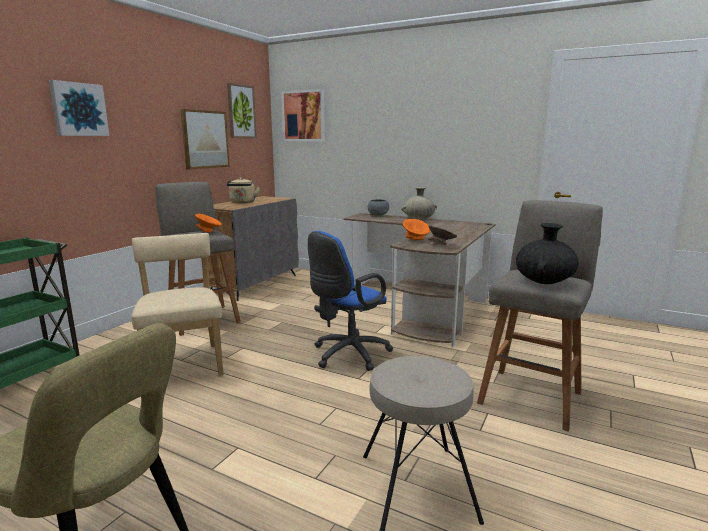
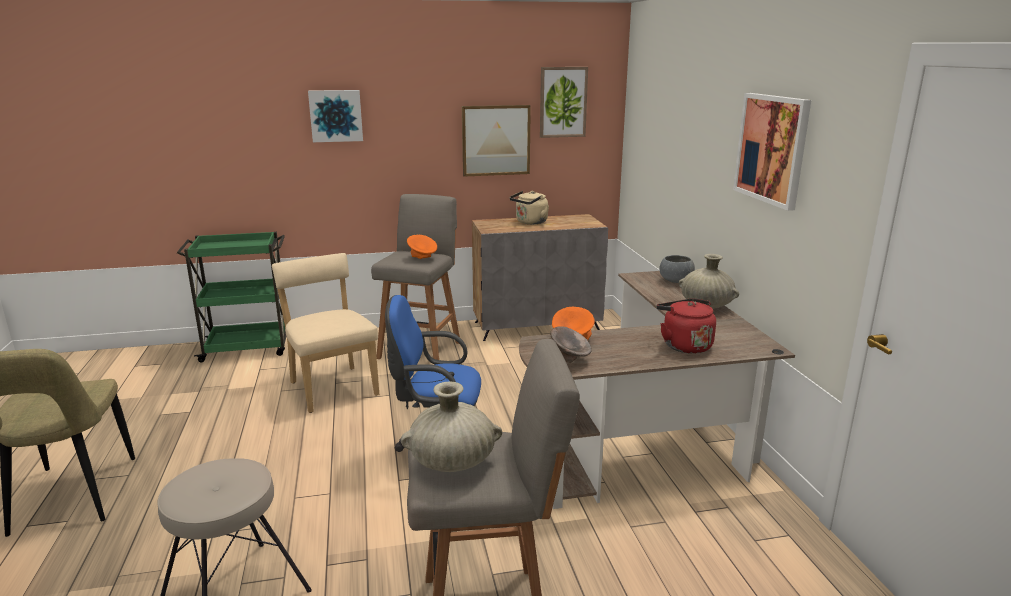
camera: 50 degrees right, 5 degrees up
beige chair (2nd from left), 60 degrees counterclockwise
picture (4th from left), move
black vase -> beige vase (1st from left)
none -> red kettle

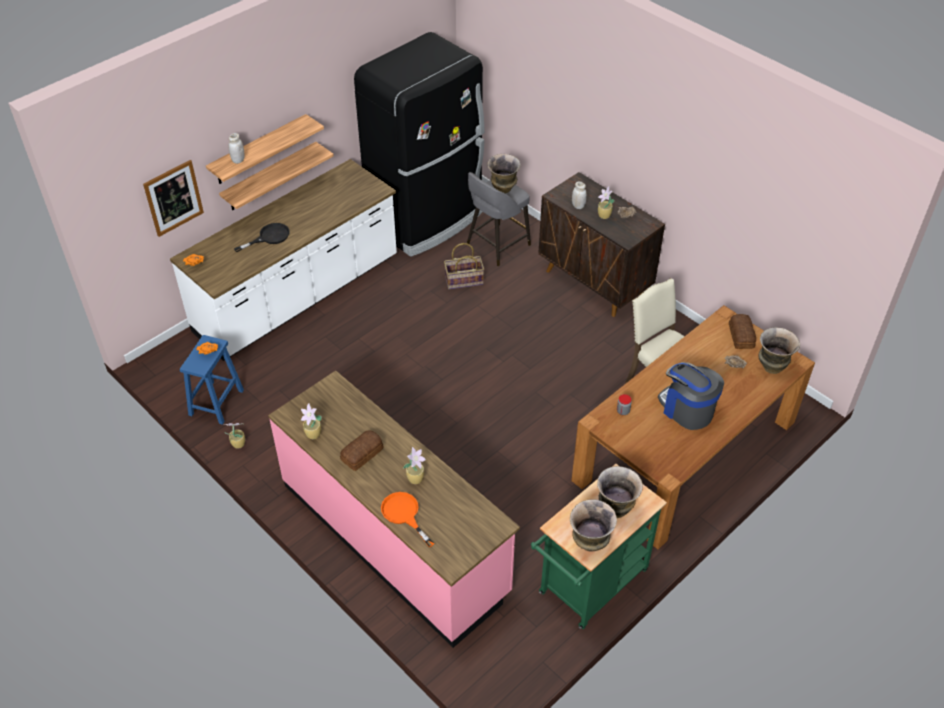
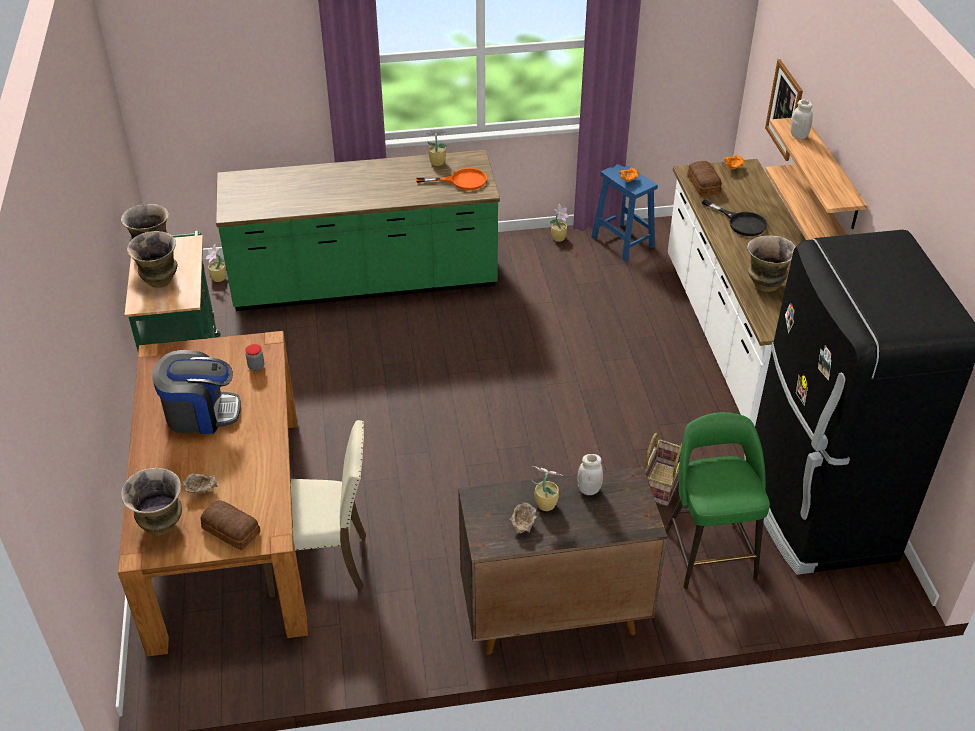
camera: 125 degrees right, 5 degrees down
black frying pan, 45 degrees counterclockwise
pink counter -> green counter
bread (1st from left in the first image) -> bread (2nd from left), move
orange frying pan, move
potted plant (3rd from left in the first image) -> potted plant (1st from left), move
grey stool -> green stool
vase (1st from left in the first image) -> vase (4th from left), move

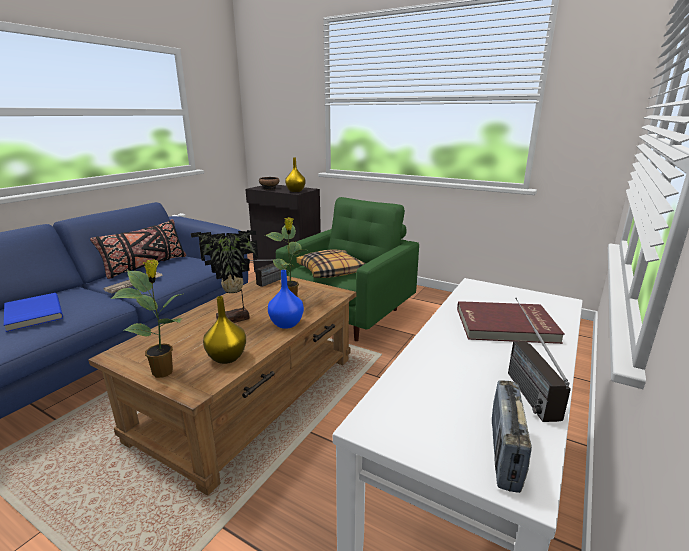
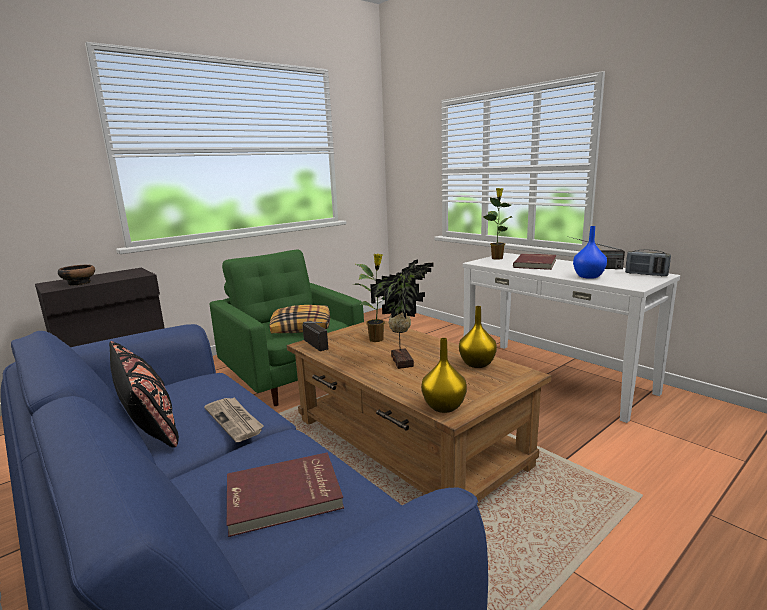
camera: 70 degrees left, 5 degrees down
blue book -> red book (1st from left)
potted plant (1st from left in the first image) -> potted plant (3rd from left), move
blue vase, move
yellow vase (2nd from left in the first image) -> yellow vase (1st from left), move

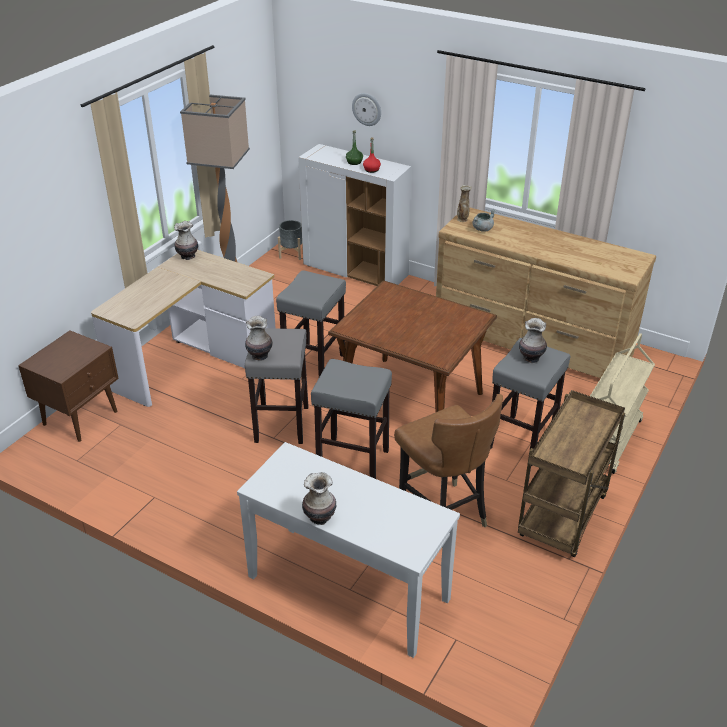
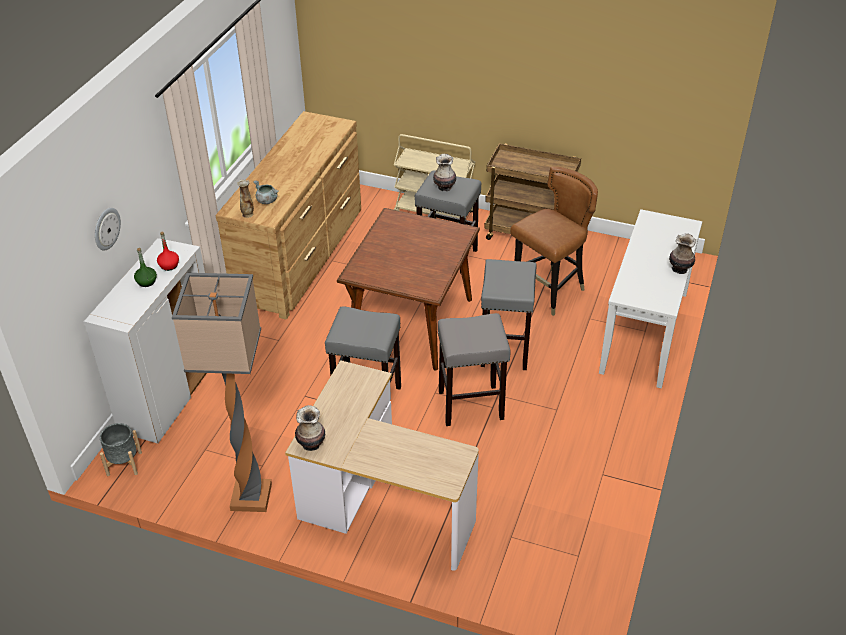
camera: 100 degrees left, 5 degrees up
brown nightstand -> none
vase (2nd from left) -> none

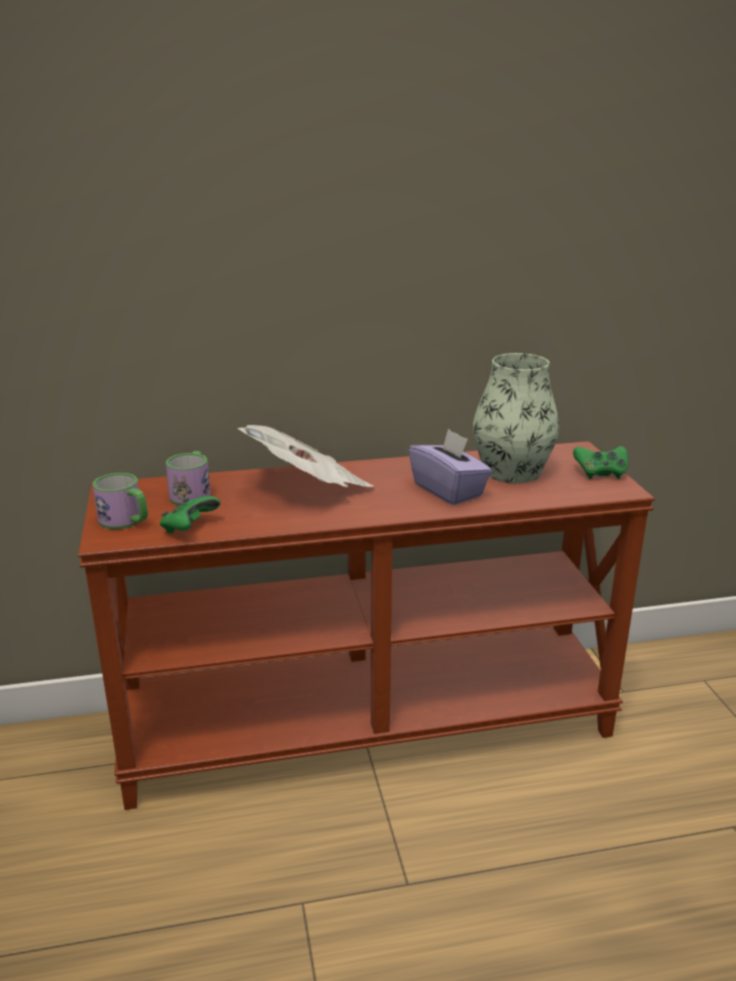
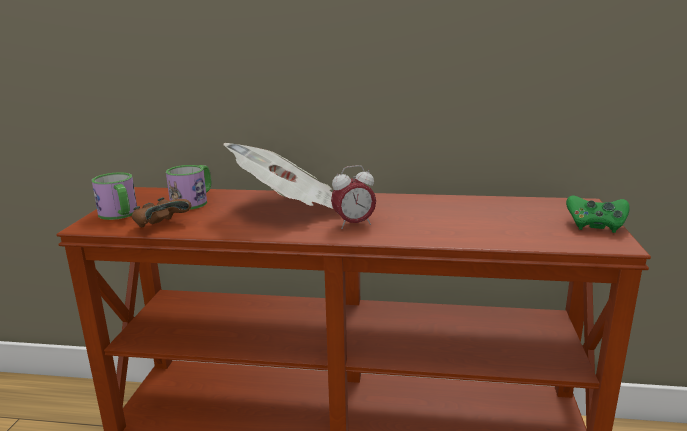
camera: 20 degrees right, 5 degrees down
green game controller (1st from left) -> brown game controller
purple tissue box -> none
vase -> none
none -> alarm clock

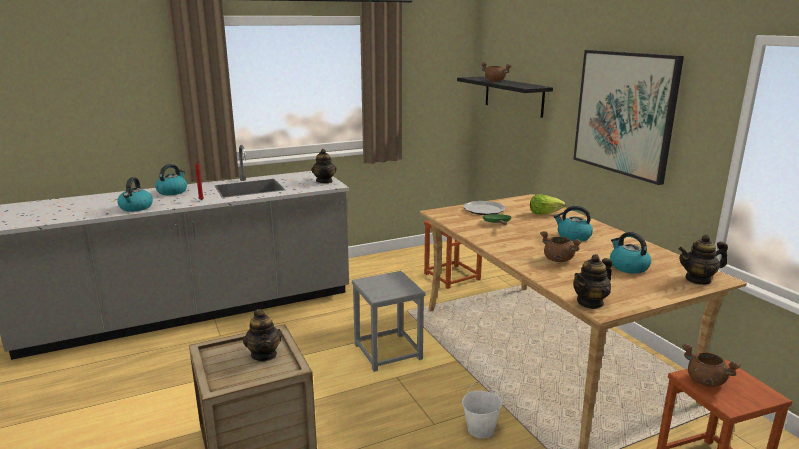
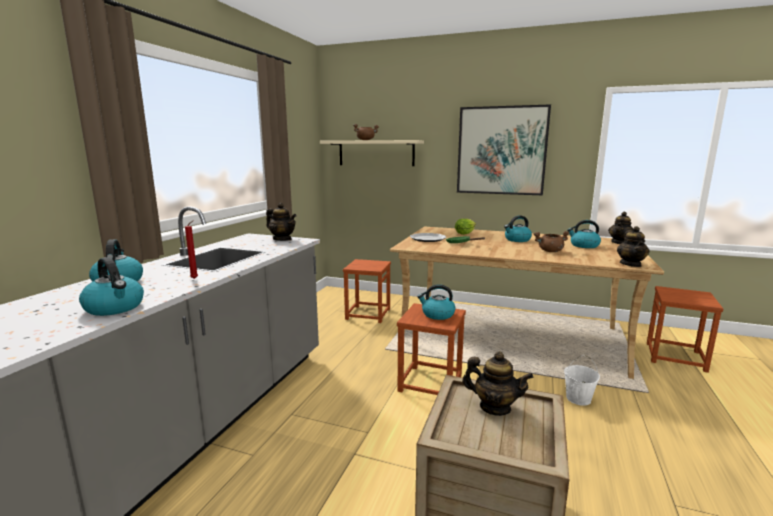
camera: 45 degrees left, 5 degrees down
grey stool -> brown stool (2nd from left)
black shelf -> beige shelf
brown cooking pot (3rd from left) -> none
none -> kettle (3rd from left)

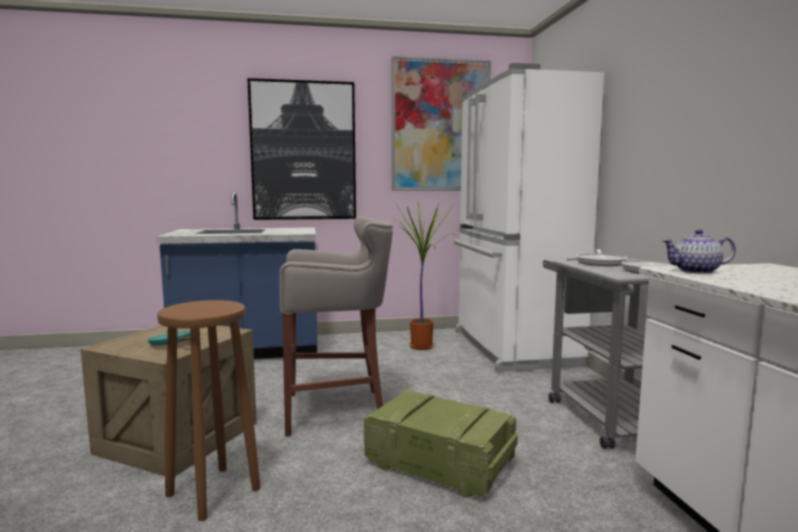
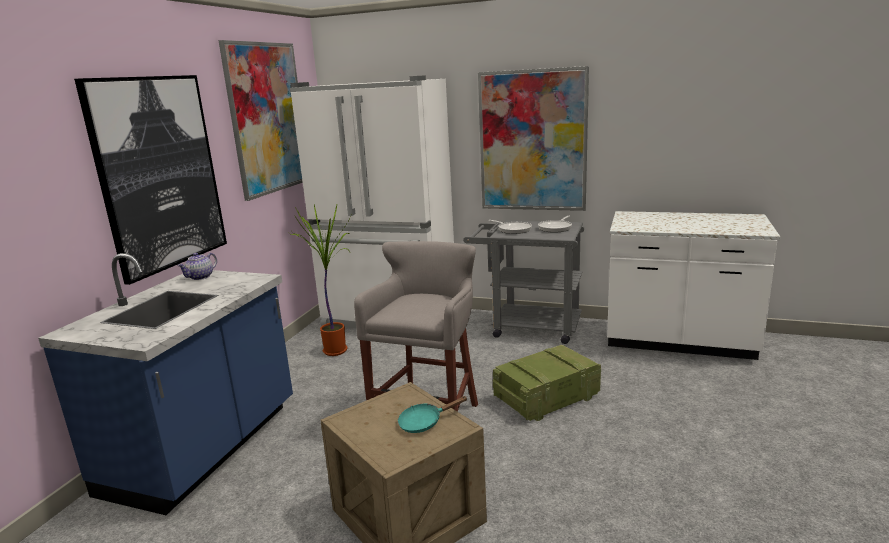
camera: 60 degrees left, 10 degrees up
brown stool -> none
teapot, move
none -> picture (3rd from left)

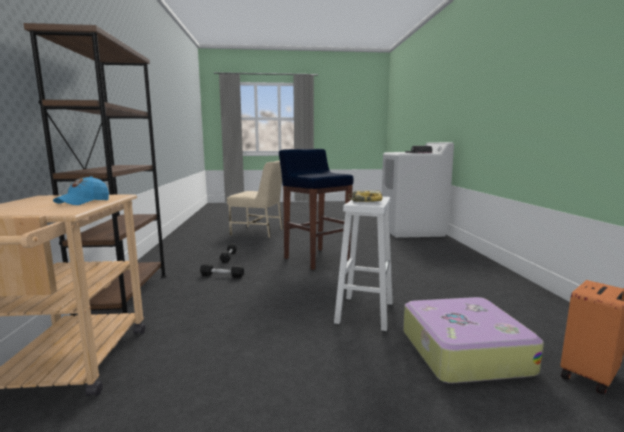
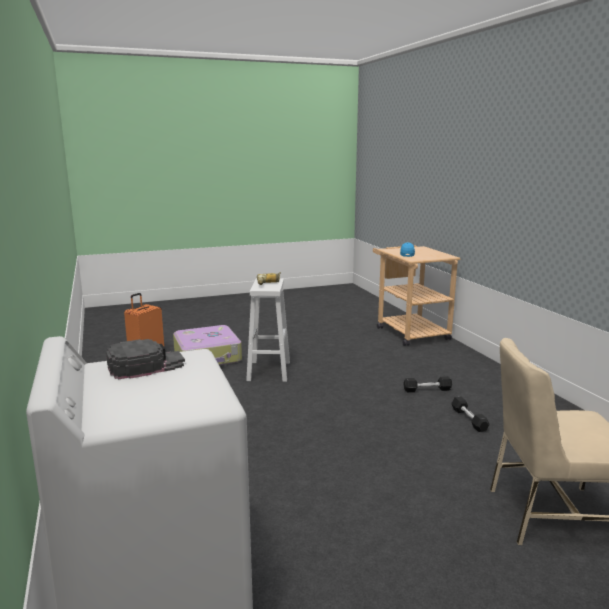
camera: 165 degrees right, 5 degrees up
brown bookcase -> none
blue stool -> none

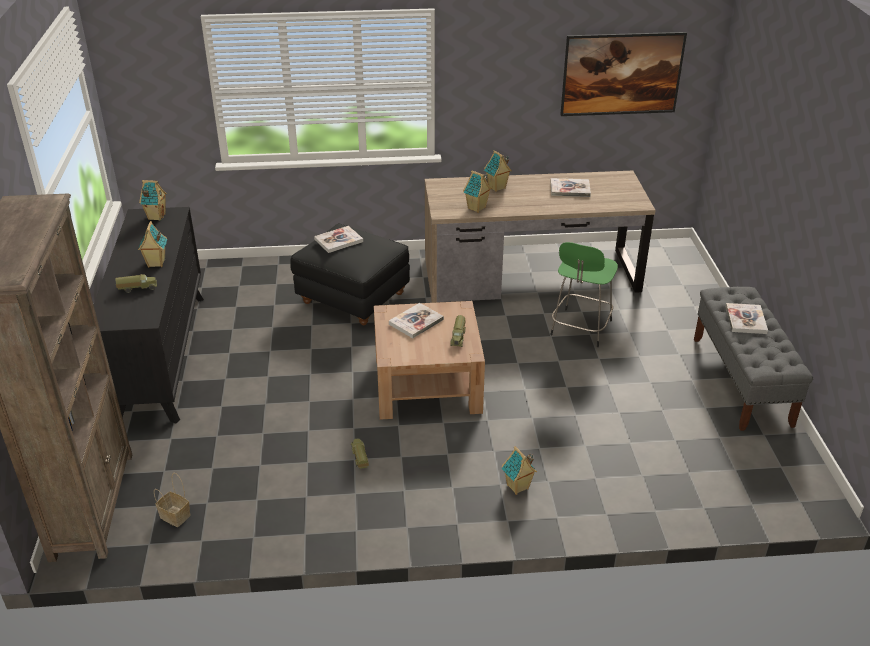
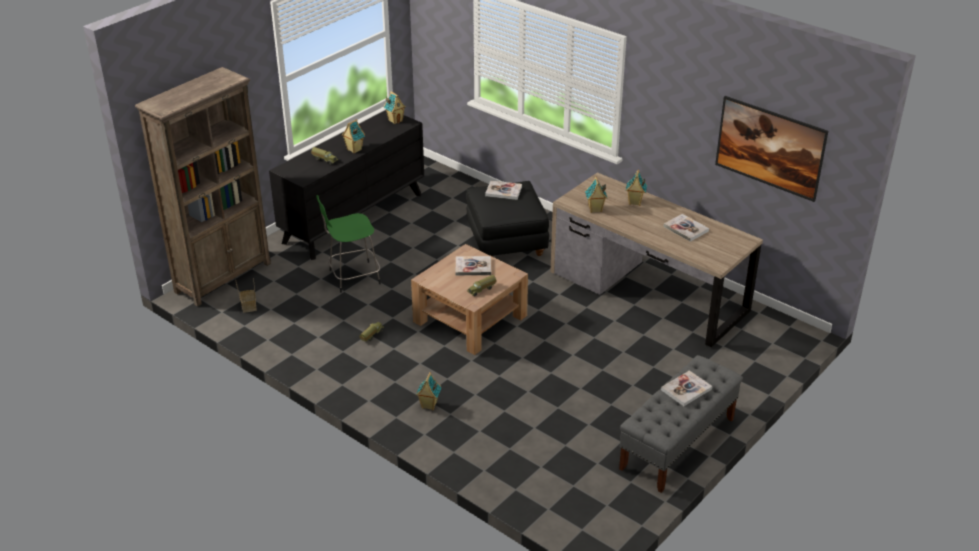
camera: 45 degrees right, 0 degrees up
green stool, move

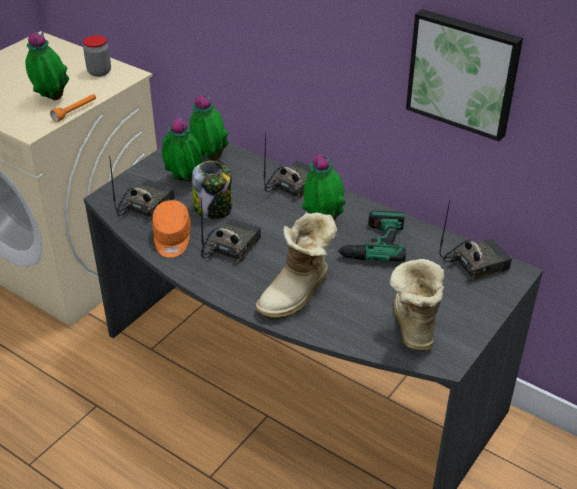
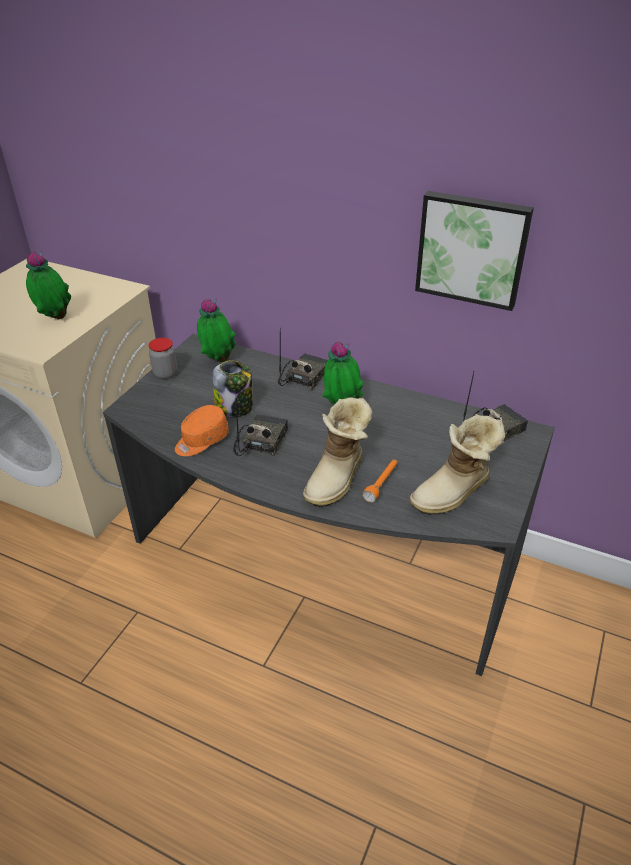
camera: 10 degrees left, 0 degrees up
orange flashlight, move
jar (1st from left), move
radio (1st from left) -> none
orange cap, 60 degrees clockwise
potted plant (2nd from left) -> none
power drill -> none
boot (2nd from left), 120 degrees counterclockwise

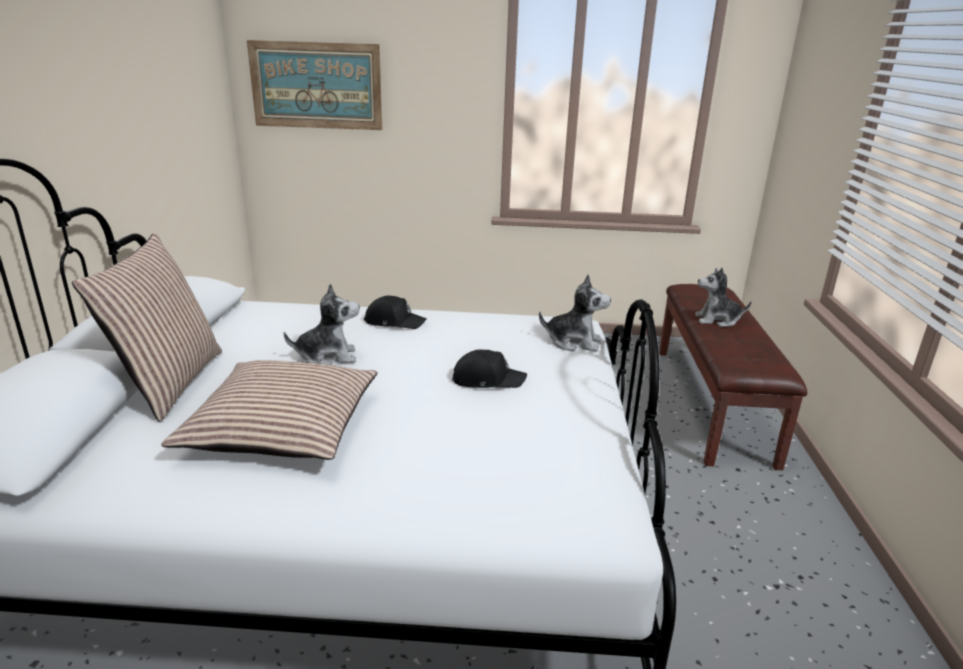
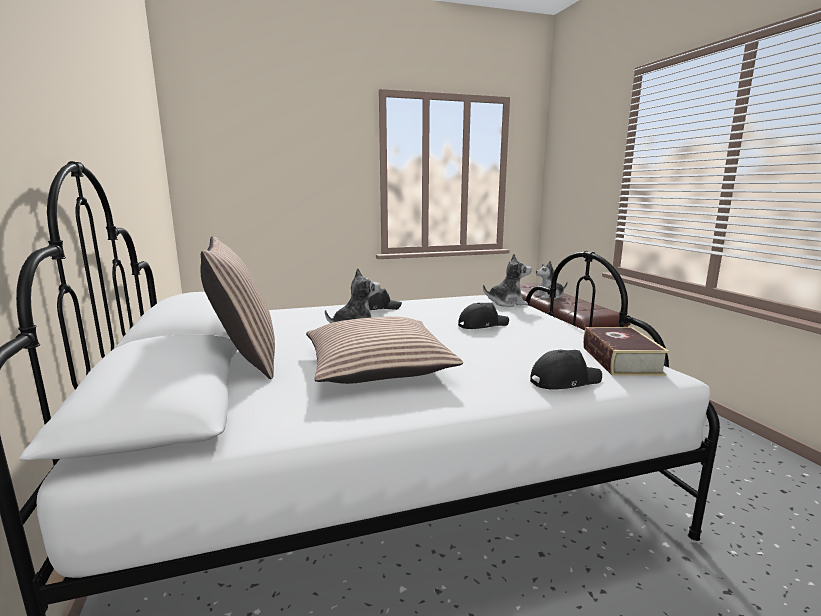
camera: 20 degrees left, 10 degrees down
picture -> none
none -> black cap (3rd from left)
none -> book

